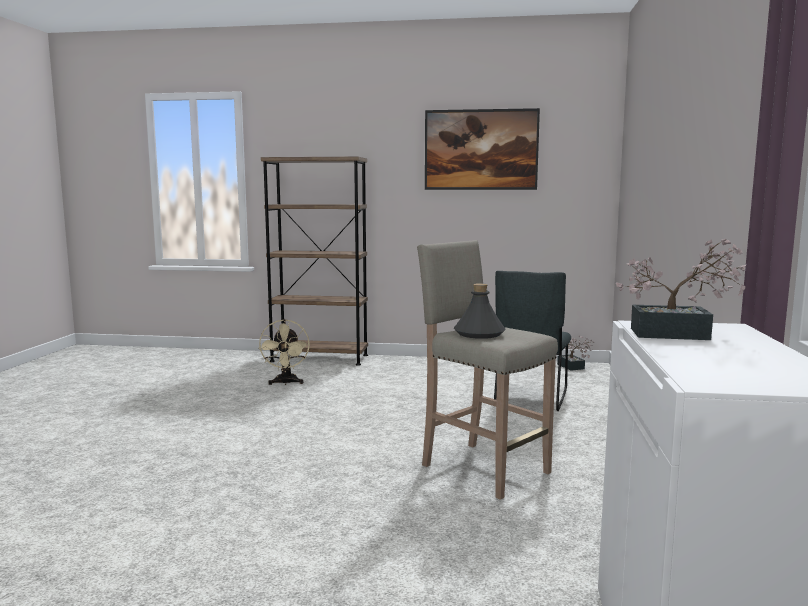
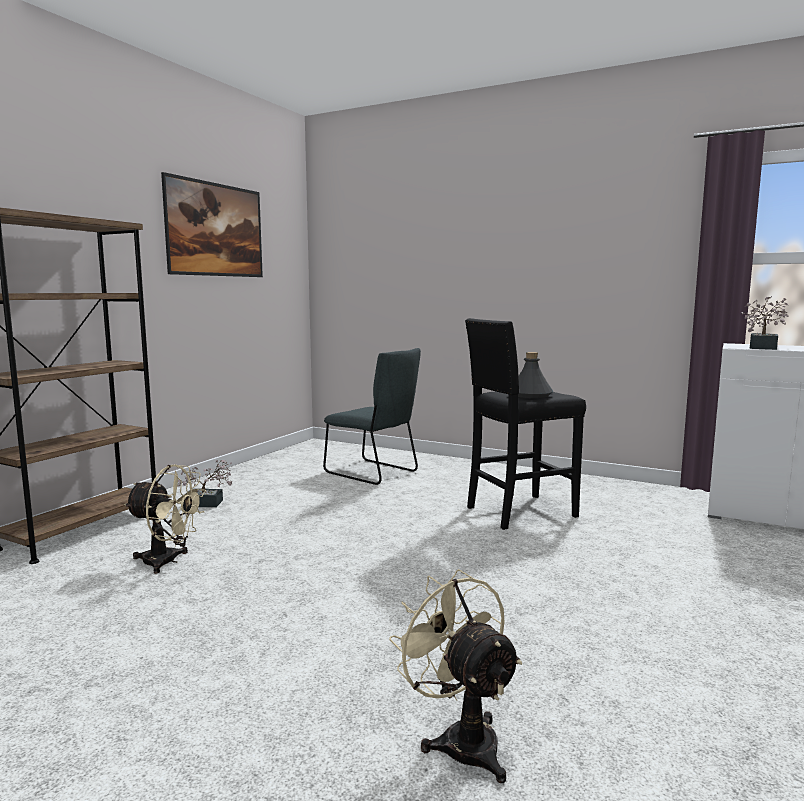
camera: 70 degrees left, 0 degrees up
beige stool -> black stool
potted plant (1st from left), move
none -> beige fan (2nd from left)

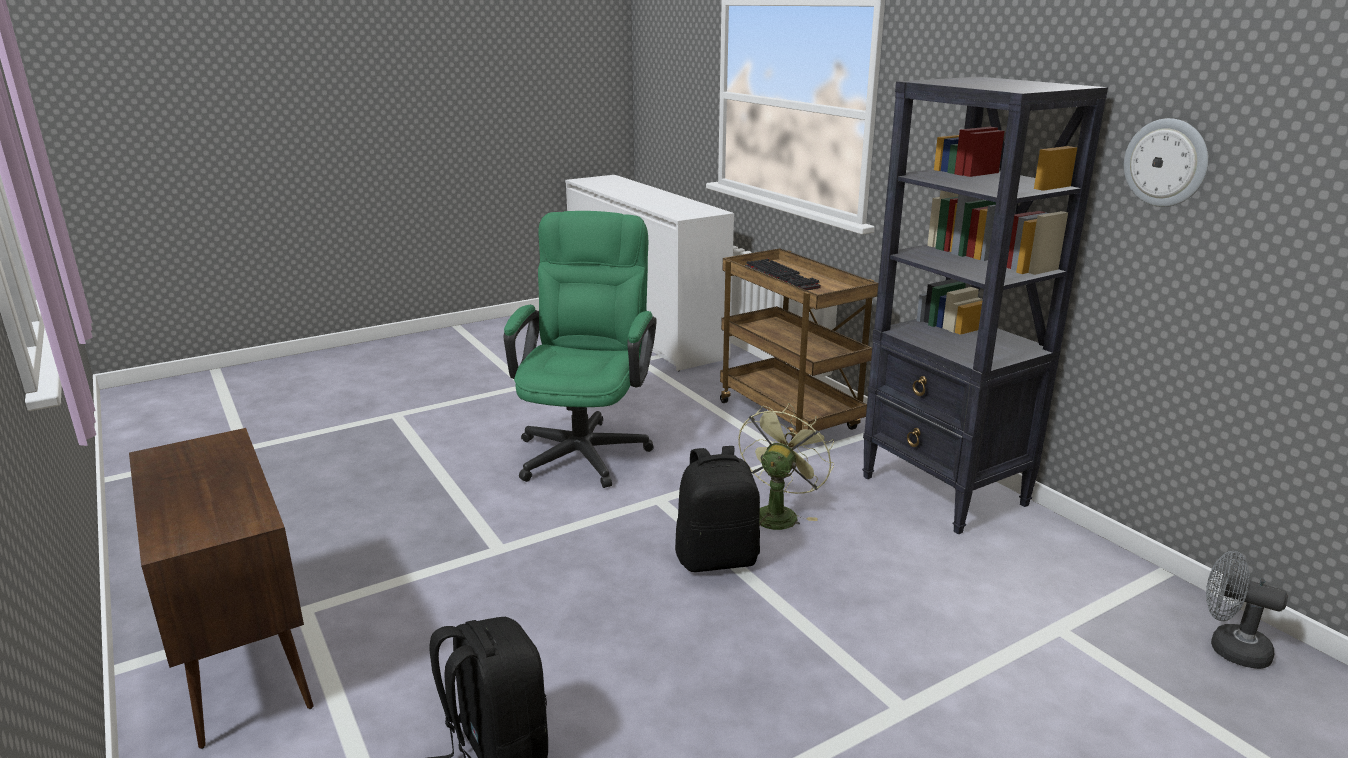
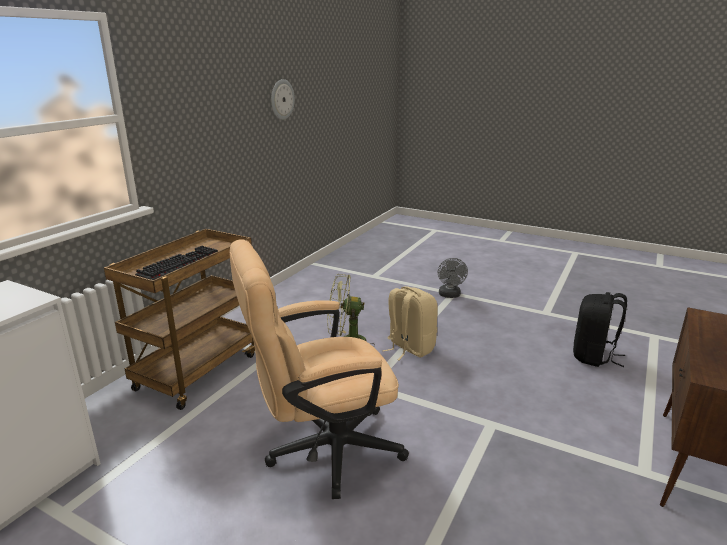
camera: 120 degrees left, 0 degrees up
green office chair -> beige office chair
black backpack (2nd from left) -> beige backpack
black bookcase -> none
grey fan, move

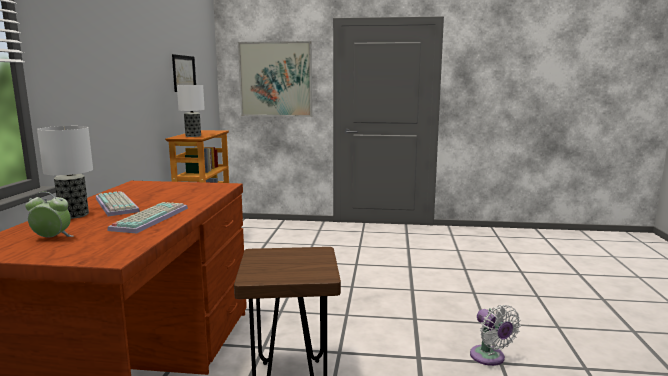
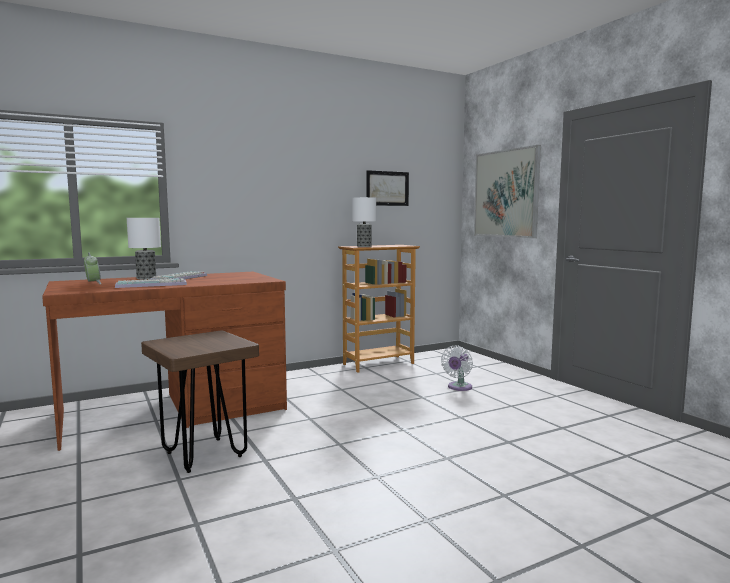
camera: 55 degrees right, 5 degrees down
white fan, move

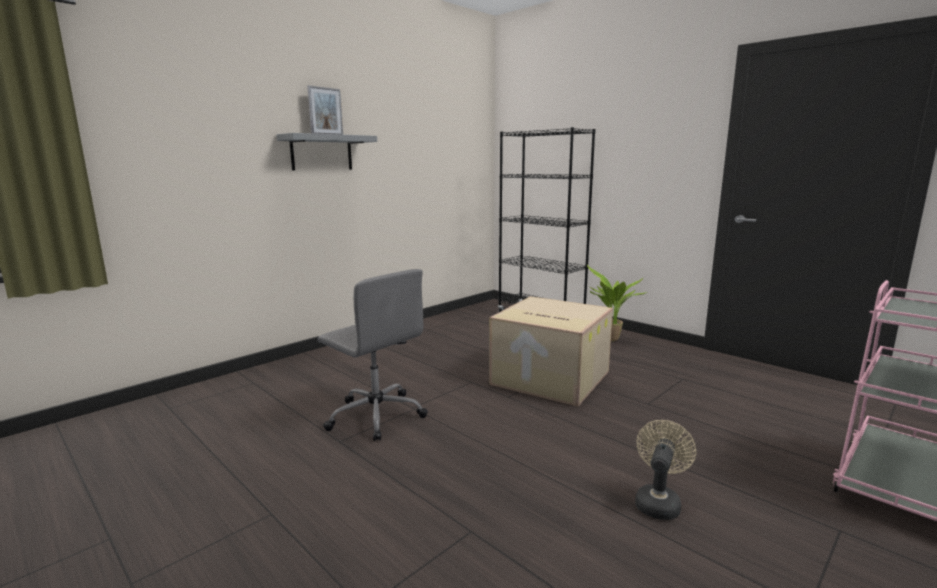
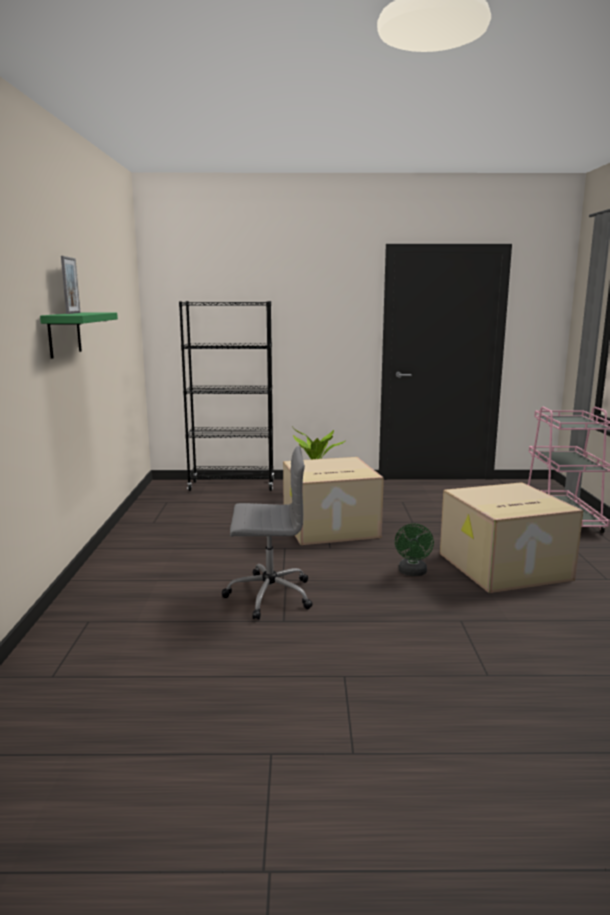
camera: 45 degrees left, 0 degrees up
grey shelf -> green shelf
beige fan -> cardboard box (2nd from left)
none -> green fan

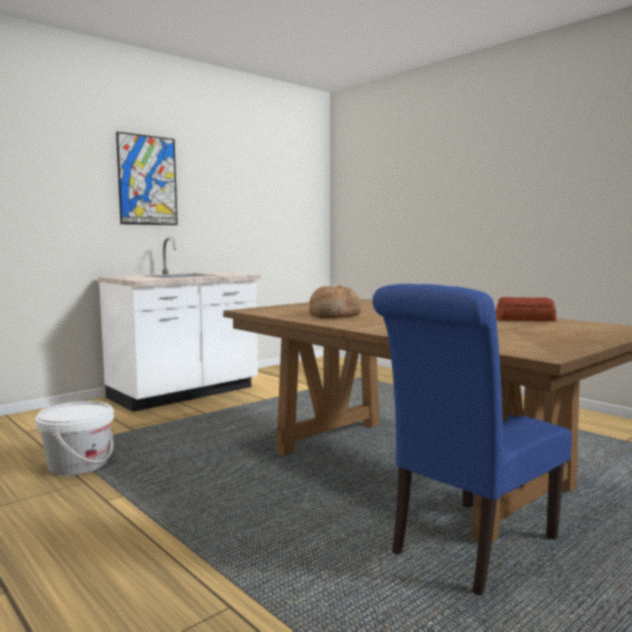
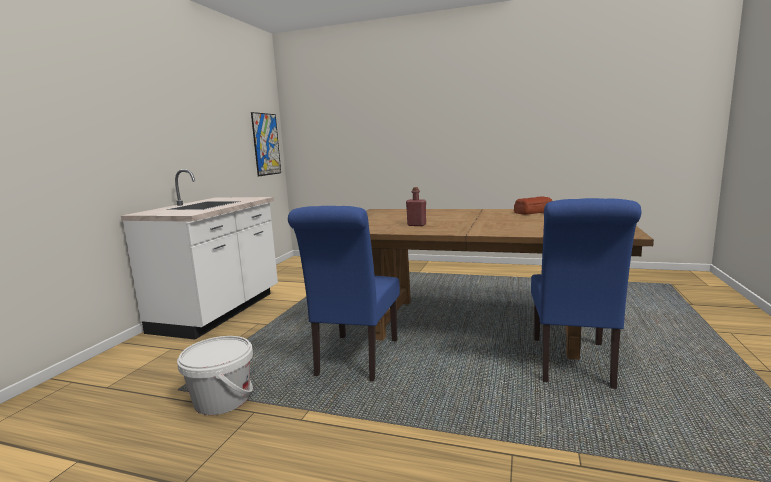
camera: 30 degrees left, 5 degrees up
picture, move
bread (1st from left) -> red bottle
none -> blue chair (1st from left)

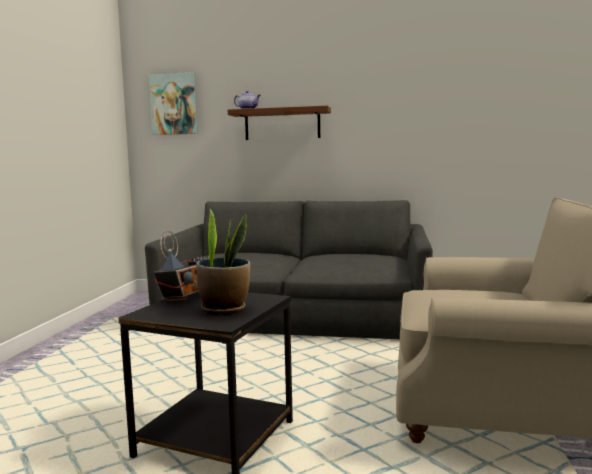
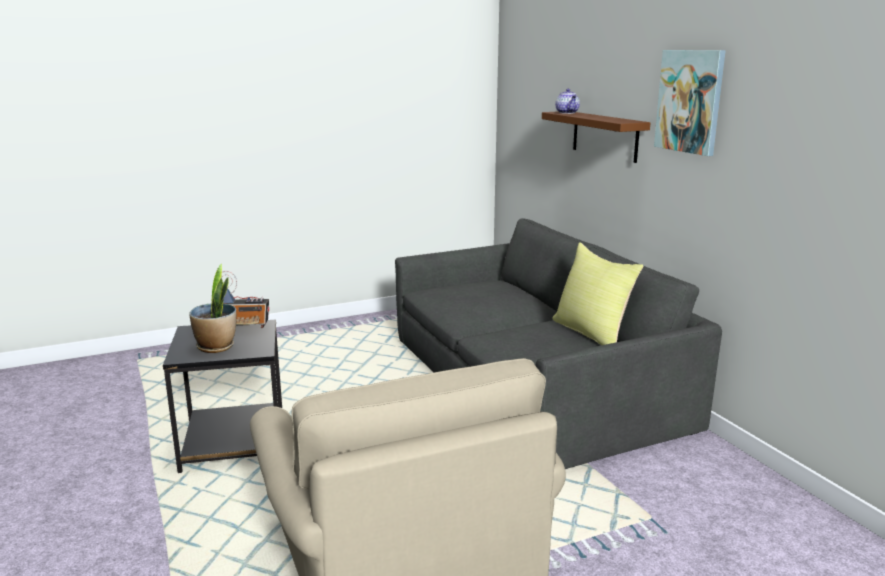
camera: 55 degrees right, 10 degrees up
picture, move
none -> yellow pillow

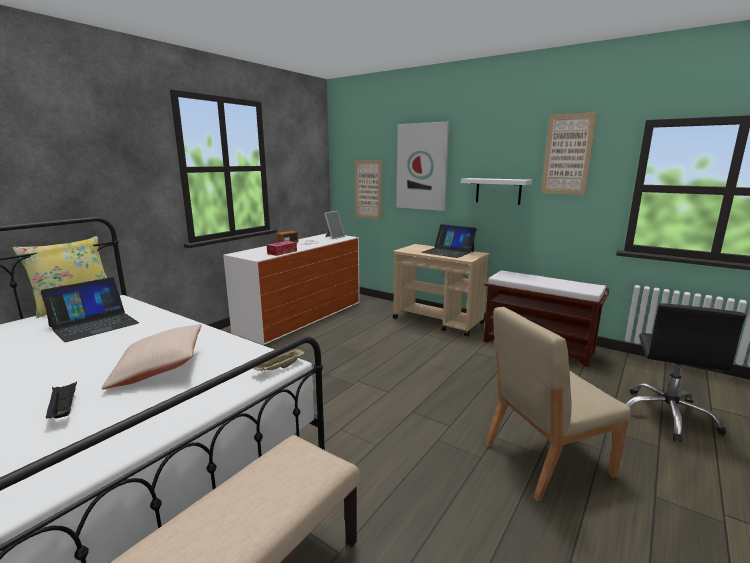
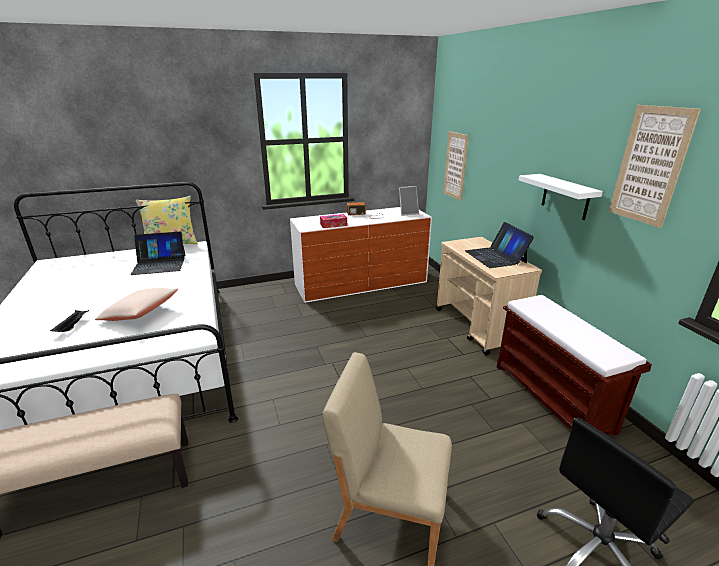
camera: 35 degrees right, 10 degrees up
beige tray -> none
picture (2nd from left) -> none

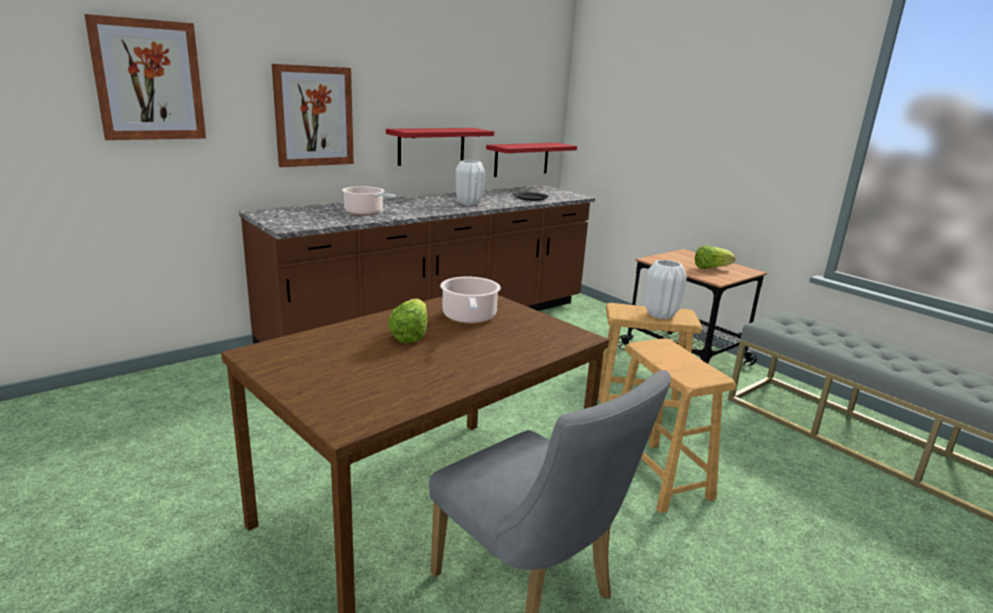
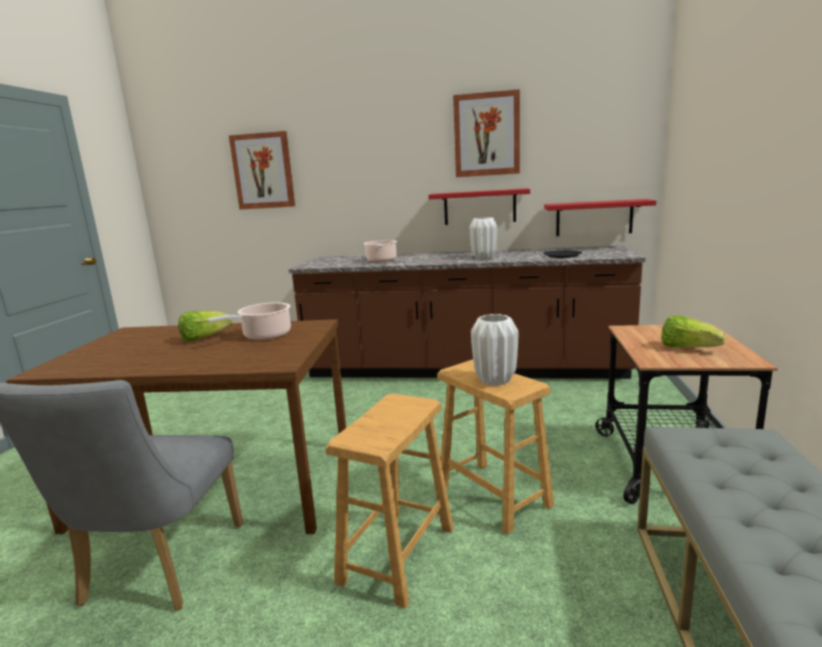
camera: 50 degrees right, 5 degrees down
picture (2nd from left), move

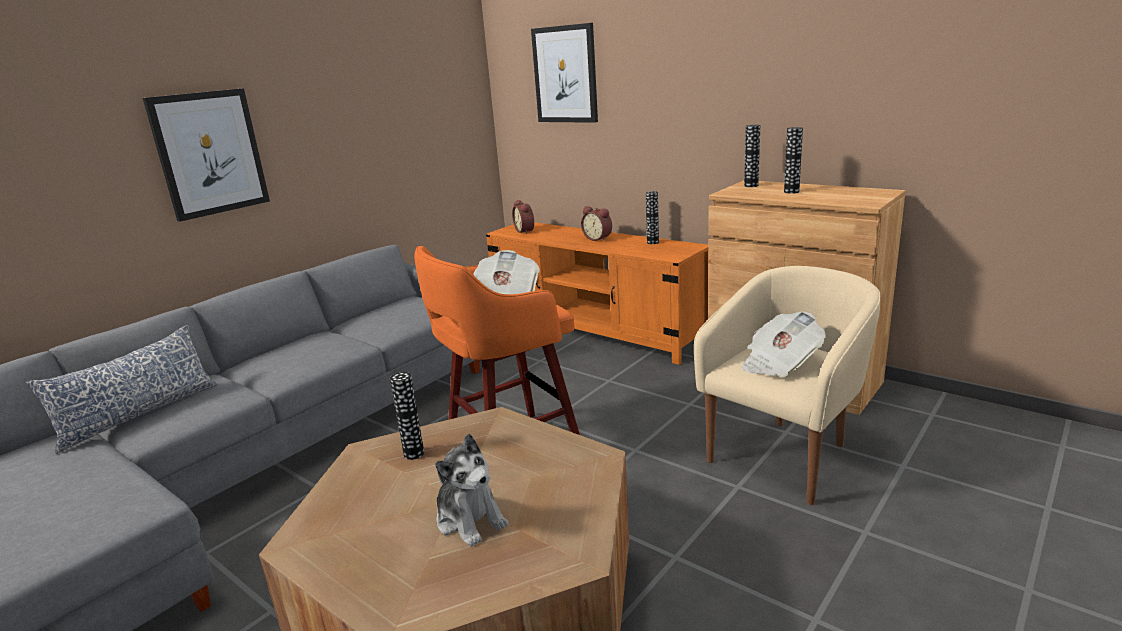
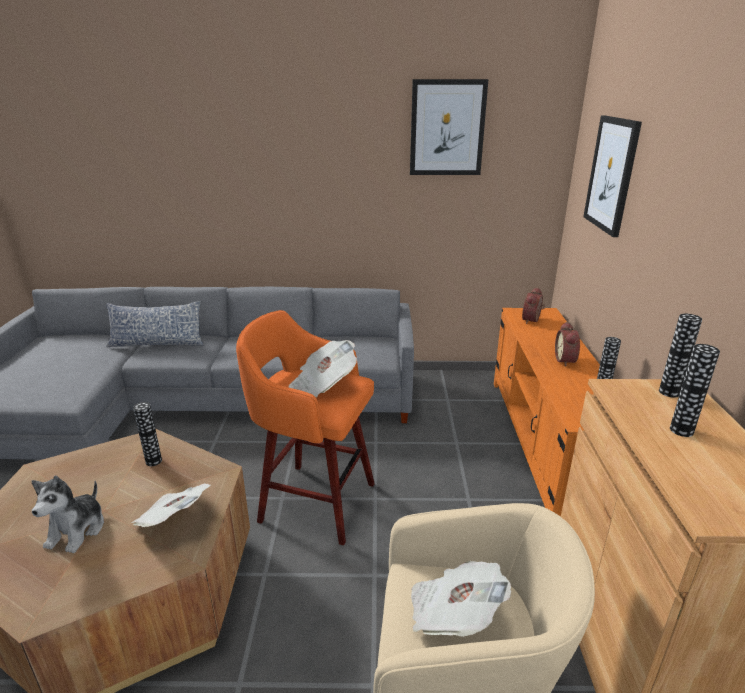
camera: 50 degrees right, 5 degrees up
picture (1st from left), move
none -> newspaper (1st from left)

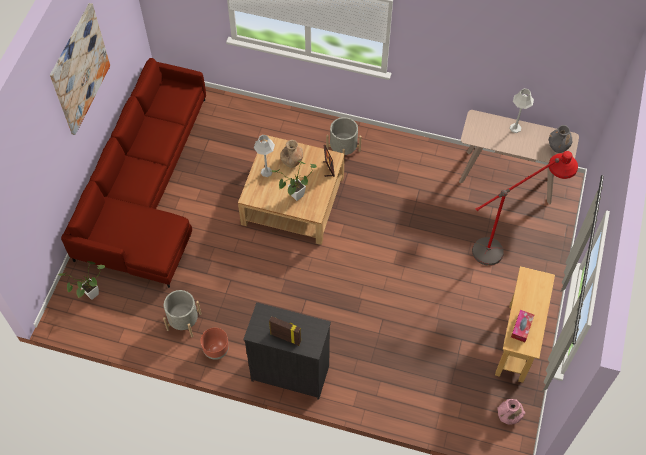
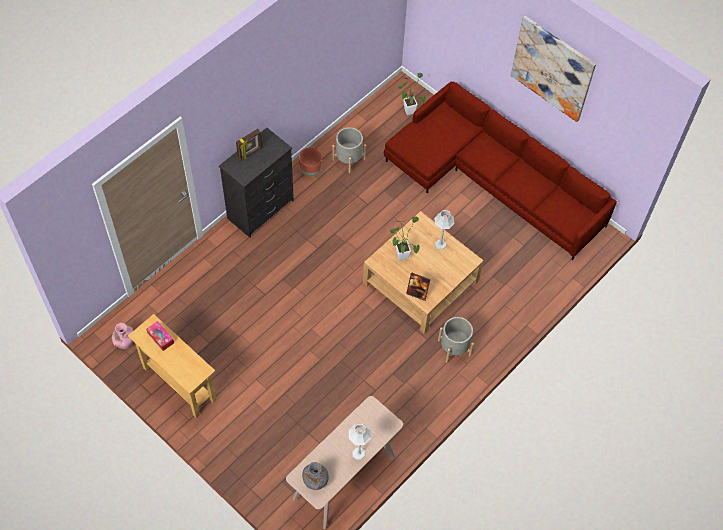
camera: 115 degrees right, 0 degrees up
brown vase -> none
red floor lamp -> none

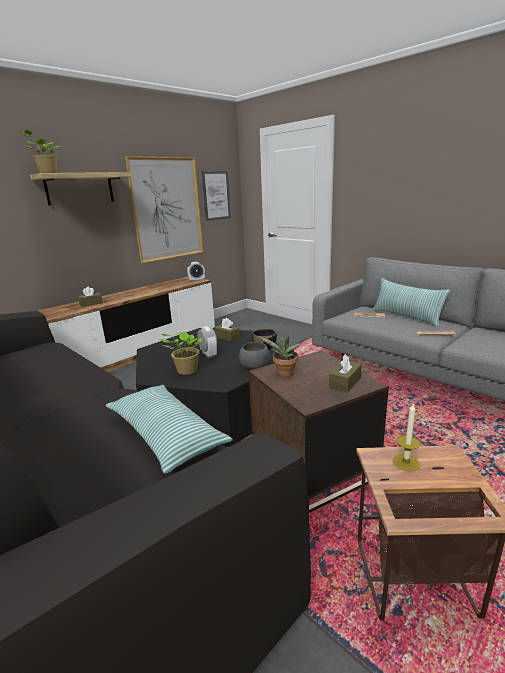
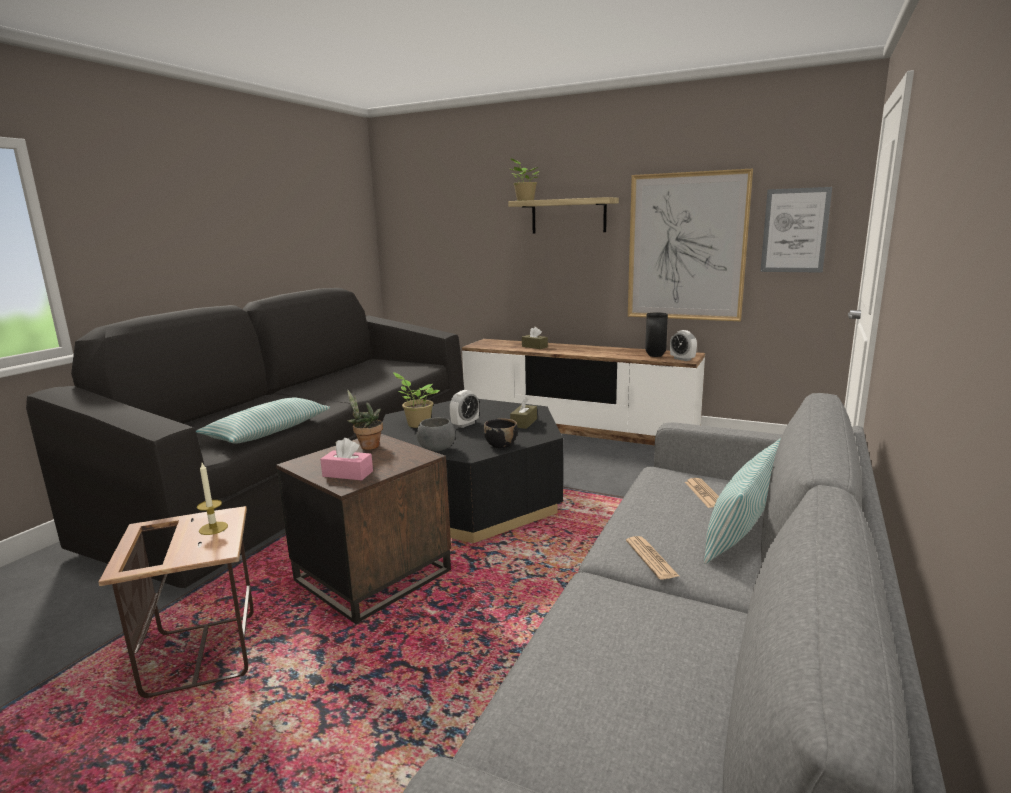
camera: 70 degrees right, 5 degrees down
brown tissue box (3rd from left) -> pink tissue box
none -> black vase

